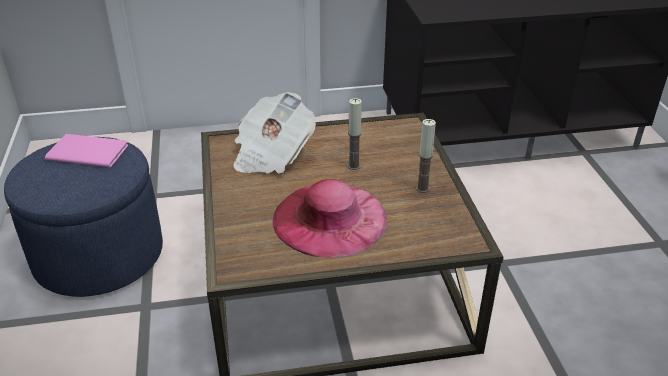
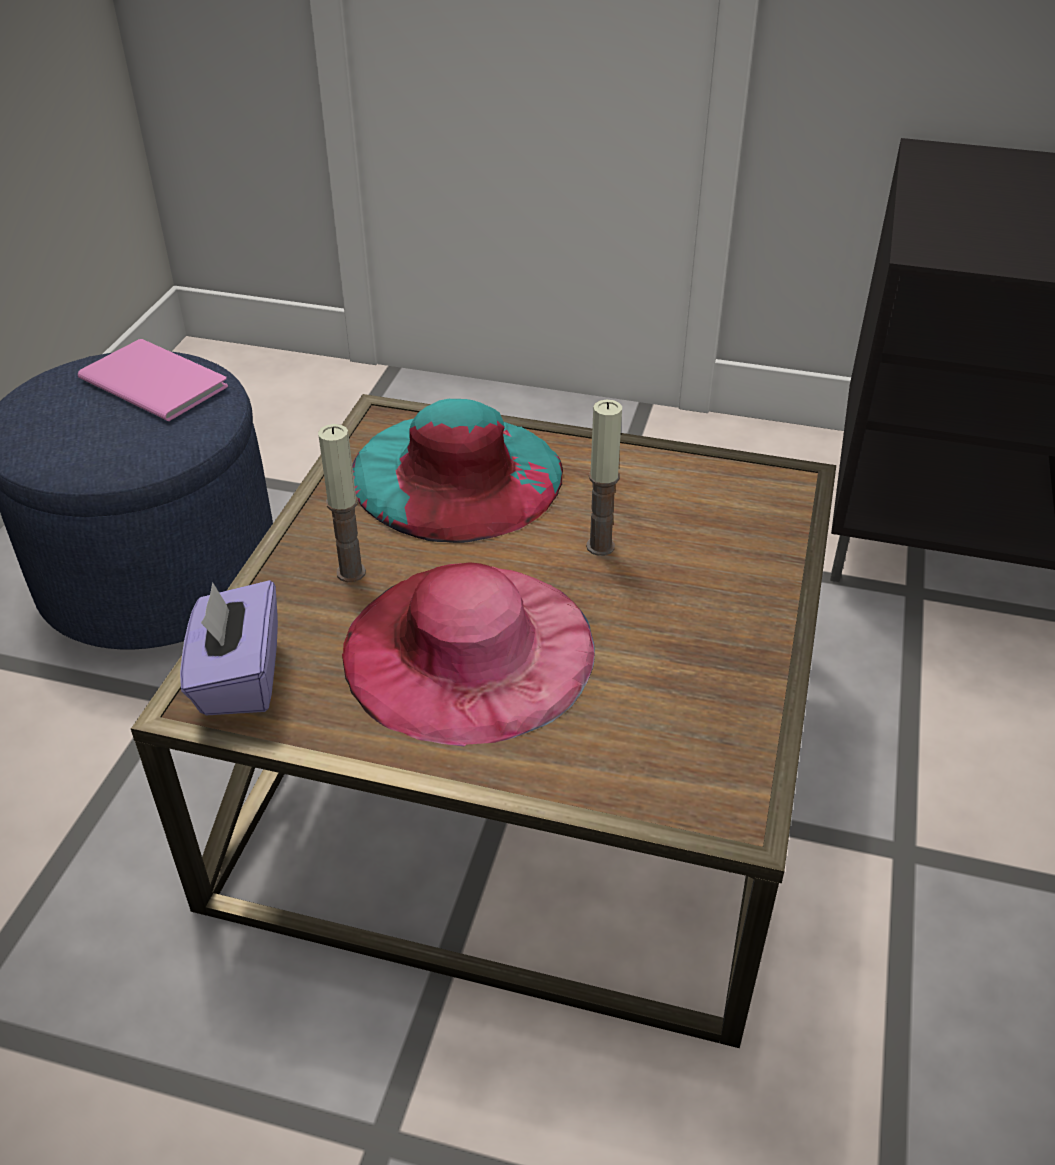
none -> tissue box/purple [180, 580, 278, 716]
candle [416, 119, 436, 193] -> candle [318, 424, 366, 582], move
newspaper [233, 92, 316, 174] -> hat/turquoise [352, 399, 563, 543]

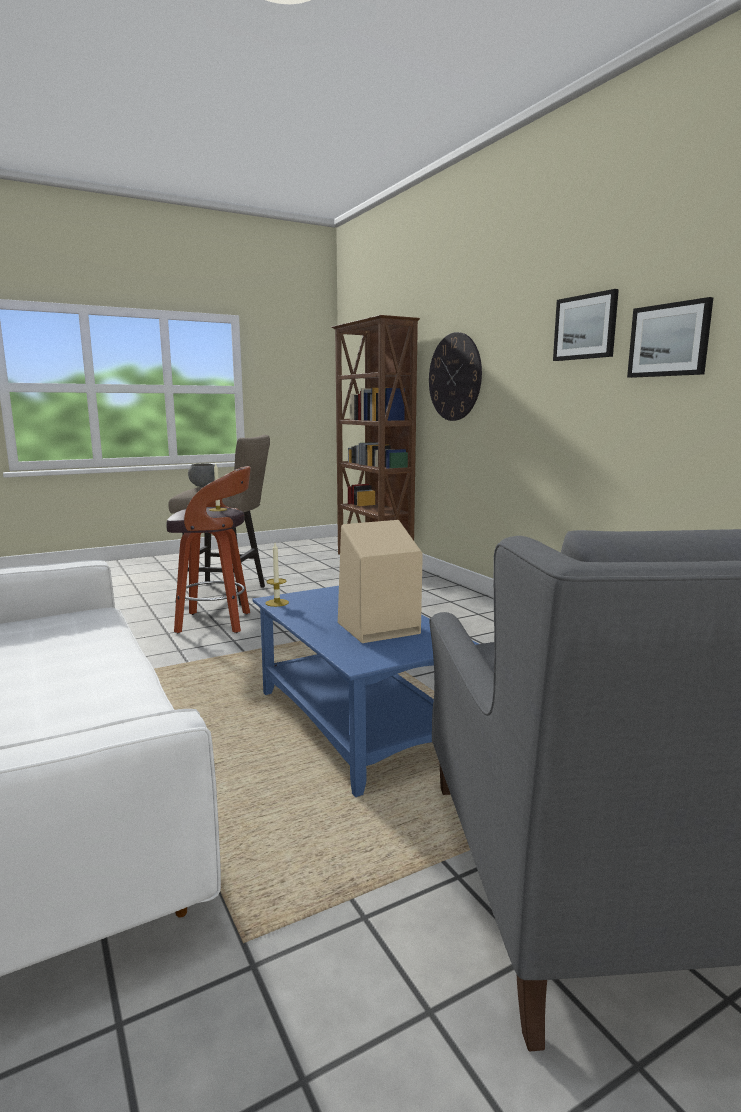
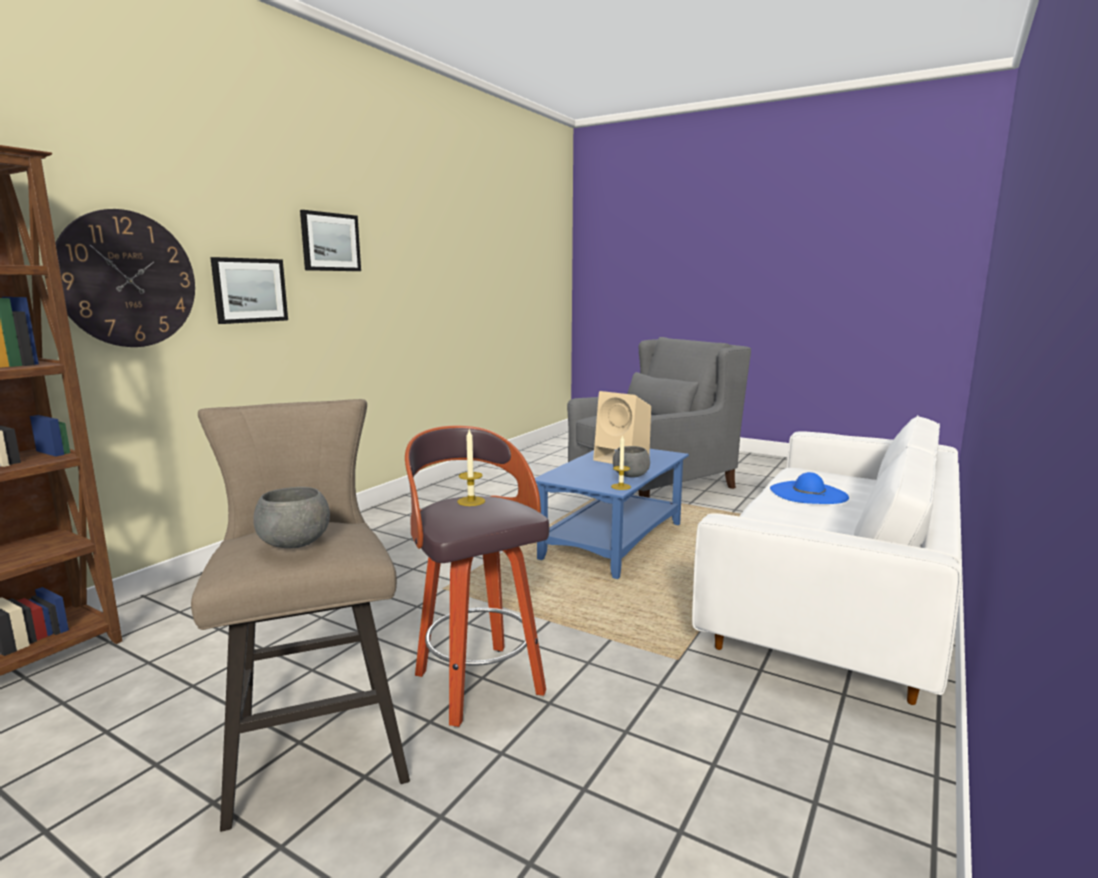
none -> bowl/grey [613, 446, 650, 478]
none -> hat/blue [770, 472, 849, 504]
picture [627, 297, 714, 378] -> picture [210, 257, 288, 324], move

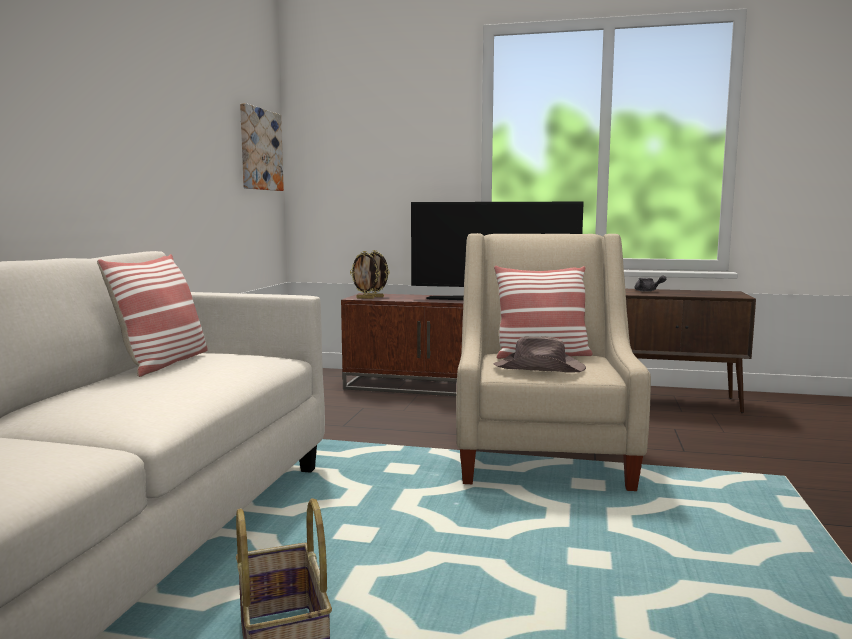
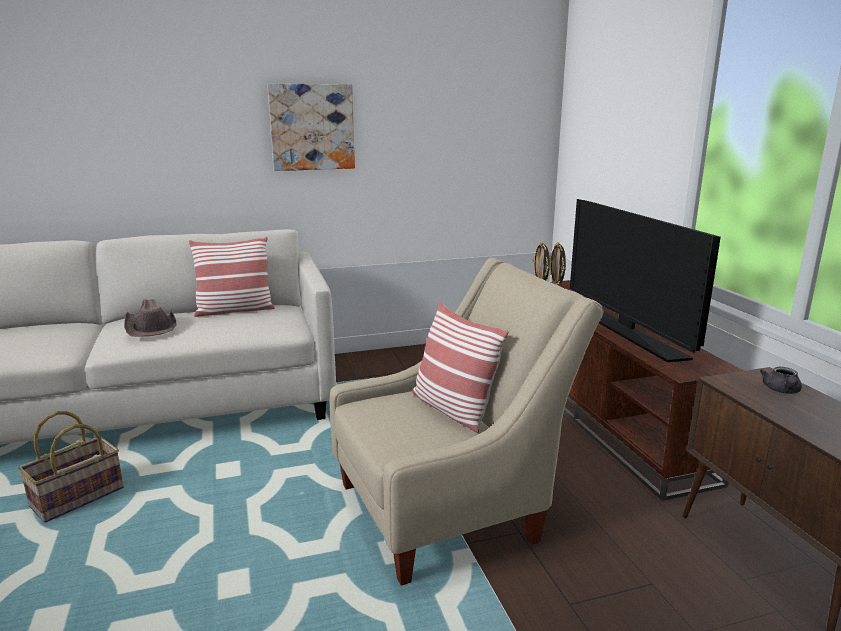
picture [240, 103, 284, 191] -> picture [267, 84, 355, 171], move
hat/brown [494, 337, 586, 373] -> hat/brown [124, 299, 176, 337], move

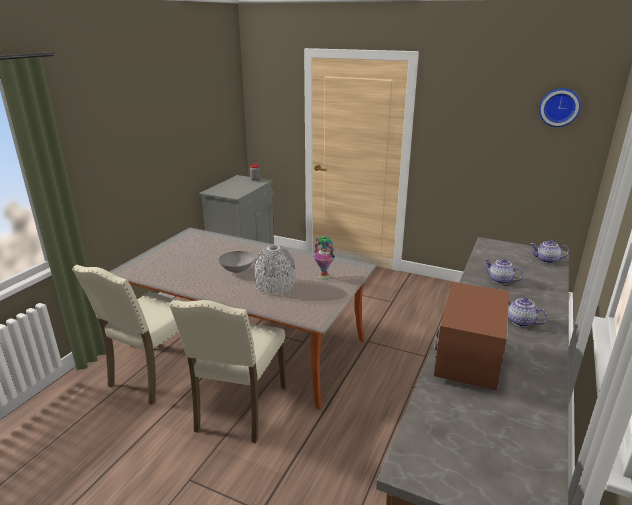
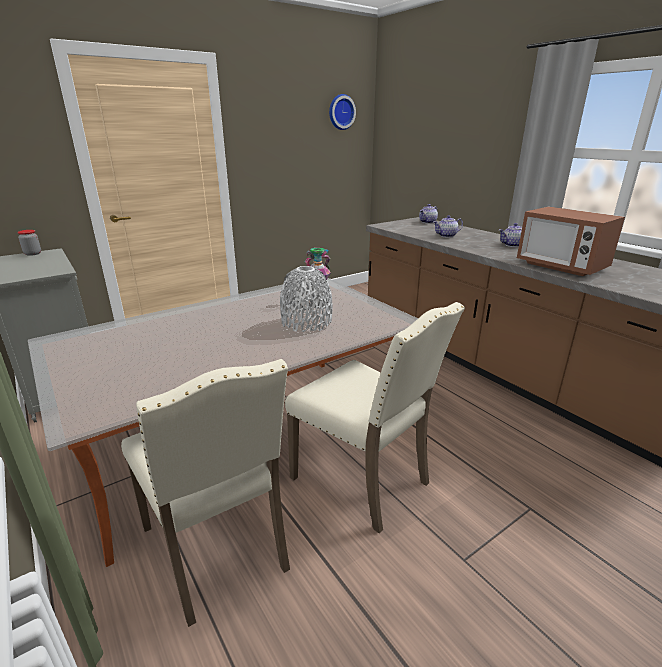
bowl/grey [219, 251, 255, 273] -> none

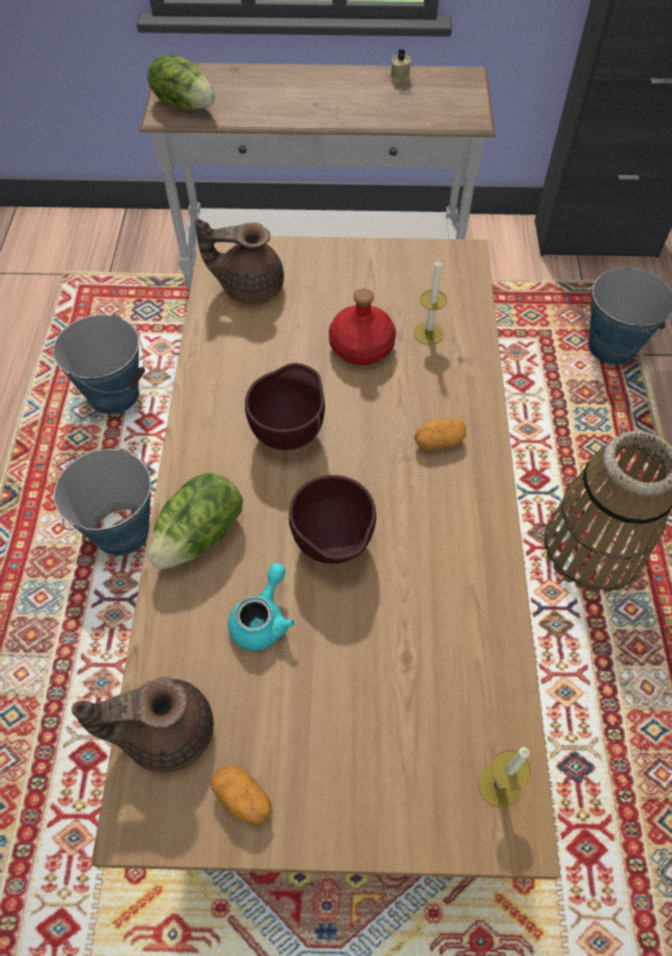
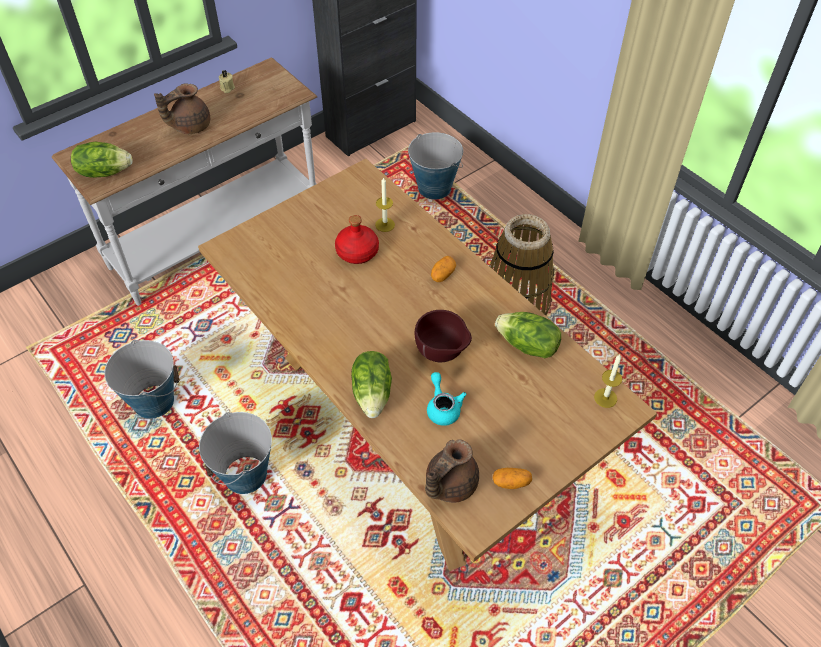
bowl/brown [245, 363, 325, 450] -> none
none -> lettuce [495, 312, 561, 358]
teapot/brown [195, 218, 284, 304] -> teapot/brown [154, 83, 210, 134], move

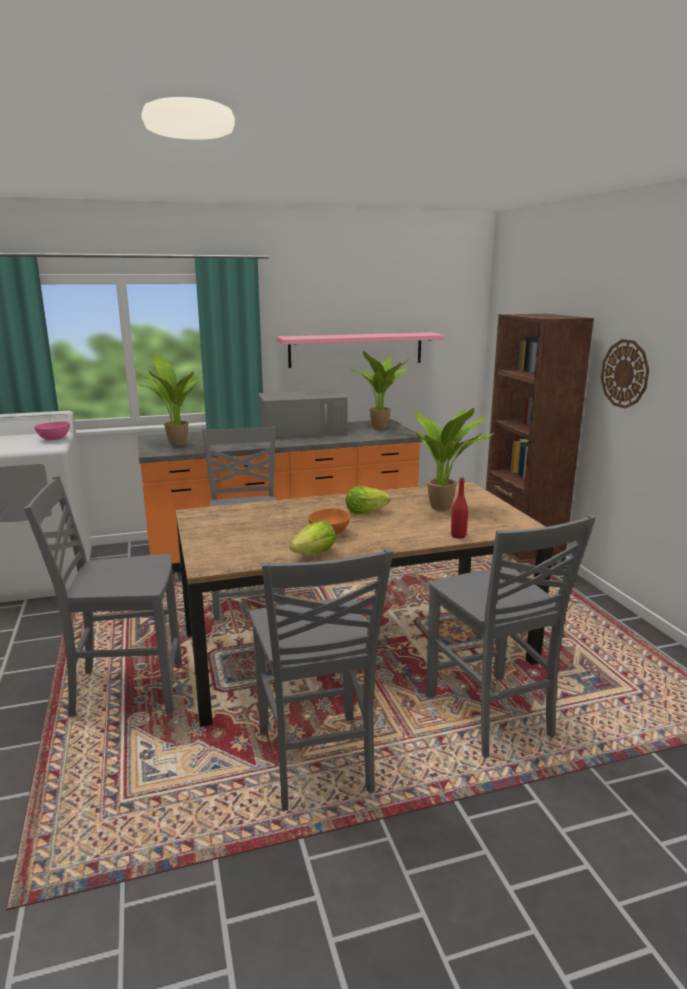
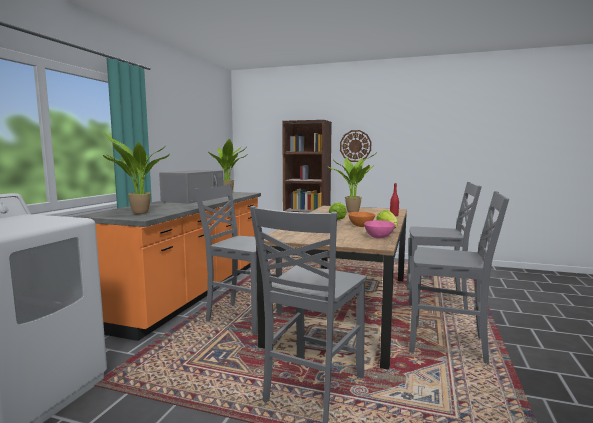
shelf/pink [276, 332, 445, 368] -> none
bowl/pink [34, 421, 70, 440] -> bowl/pink [364, 220, 395, 238], move

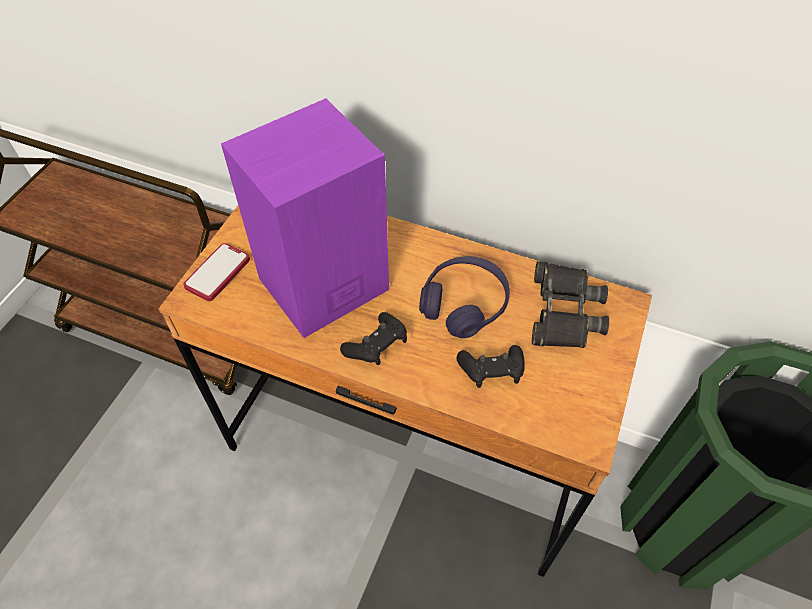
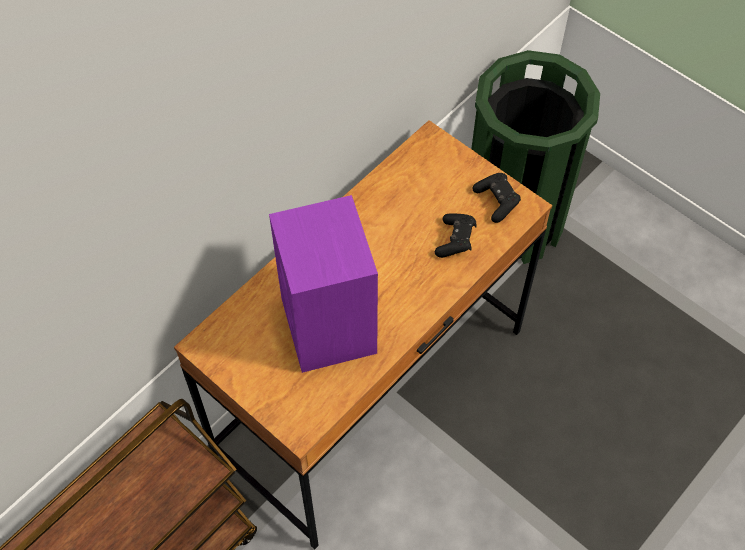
phone [183, 243, 250, 301] -> none
headphones/purple [419, 256, 510, 338] -> none
binoculars/black [532, 261, 609, 348] -> none
game controller/black [340, 312, 407, 365] -> game controller/black [473, 173, 521, 223], move

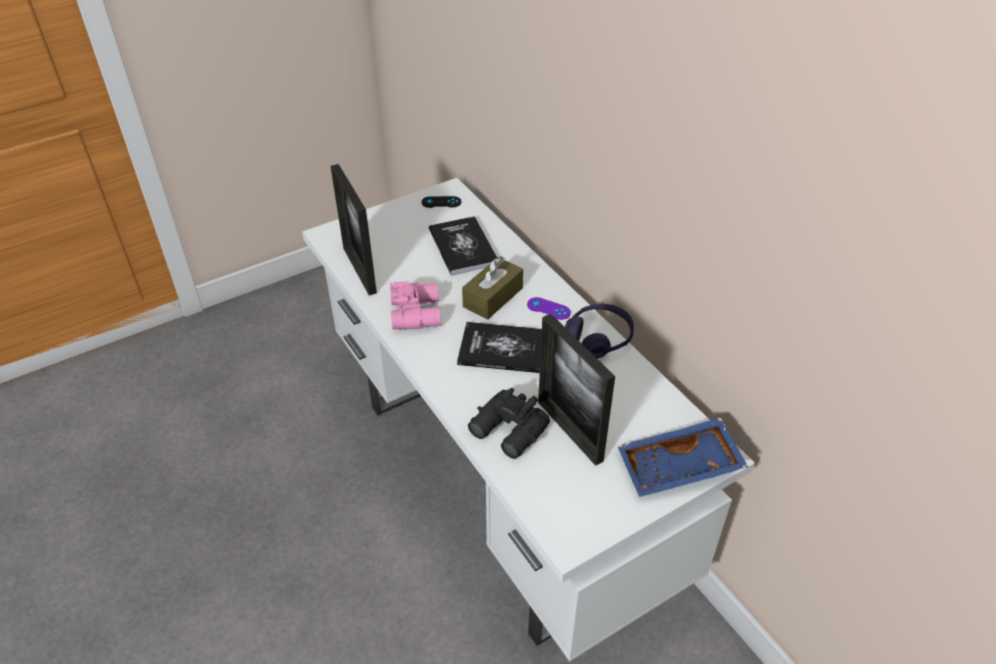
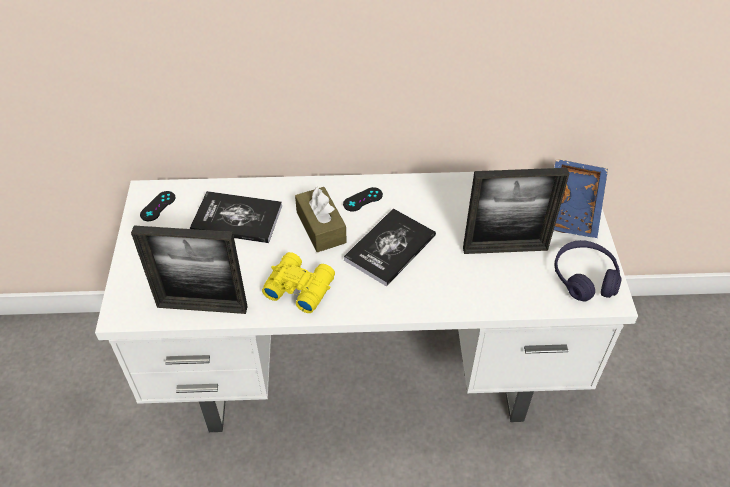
binoculars/black [468, 388, 550, 459] -> none
headphones/purple [565, 304, 634, 359] -> headphones/purple [555, 240, 622, 302], move
binoculars/pink [390, 281, 441, 330] -> binoculars/yellow [262, 252, 335, 313]
game controller/purple [527, 297, 571, 320] -> game controller/black [343, 187, 383, 212]

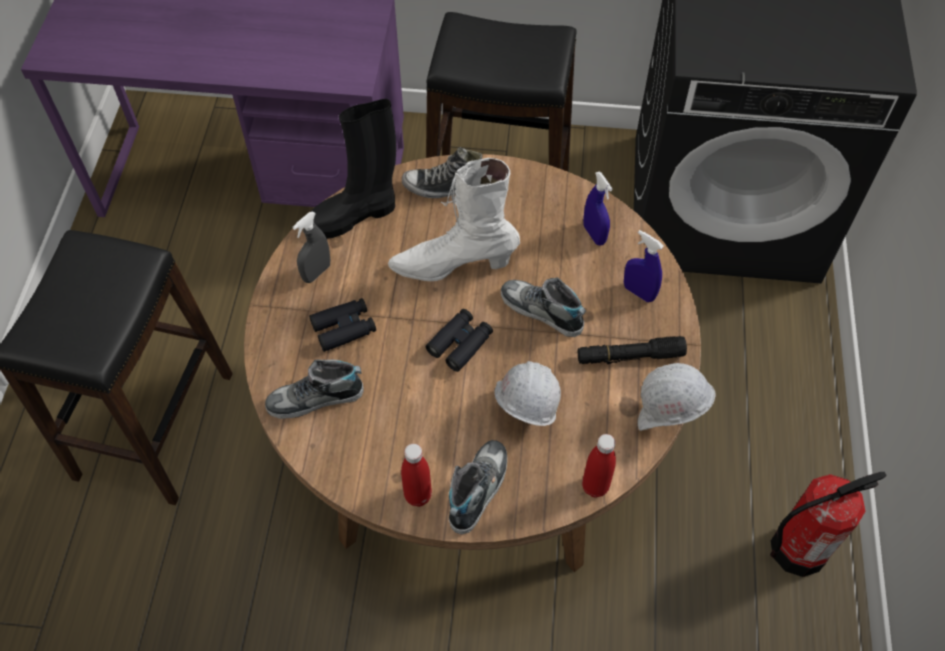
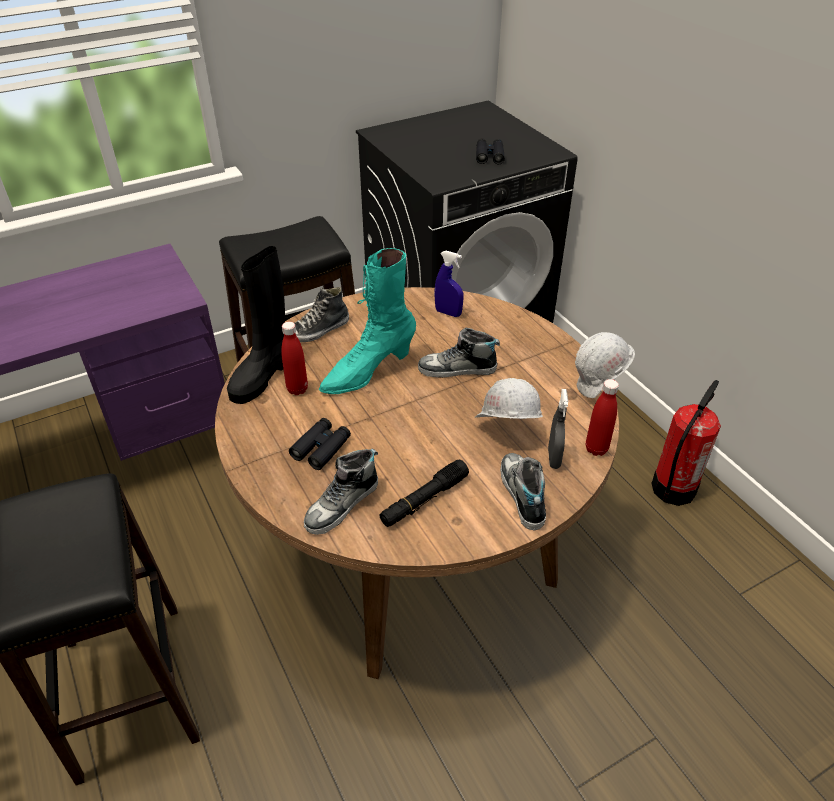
spray bottle/blue [624, 230, 664, 302] -> none
spray bottle/grey [293, 211, 330, 283] -> spray bottle/grey [548, 389, 568, 469], move
bottle/red [401, 444, 432, 507] -> bottle/red [281, 322, 308, 395], move
binoculars/black [426, 309, 493, 372] -> binoculars/black [476, 139, 505, 164], move
flashlight/black [578, 336, 687, 364] -> flashlight/black [380, 459, 469, 527], move
boot/white [388, 158, 520, 281] -> boot/turquoise [319, 248, 416, 394]

